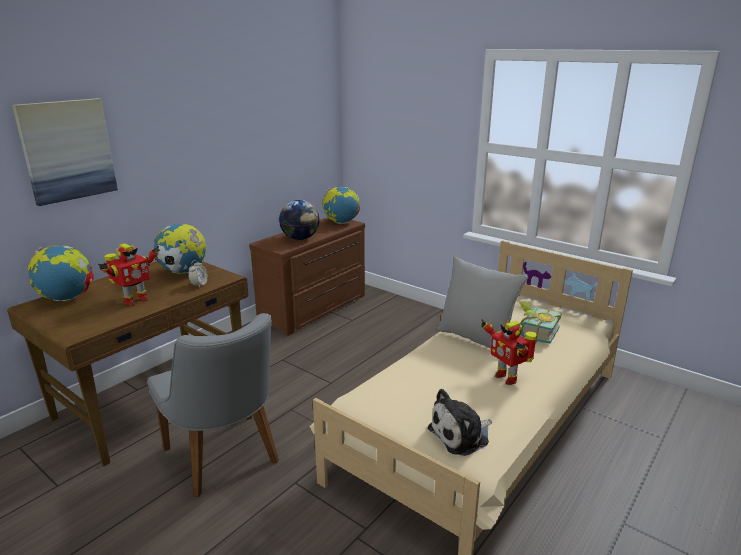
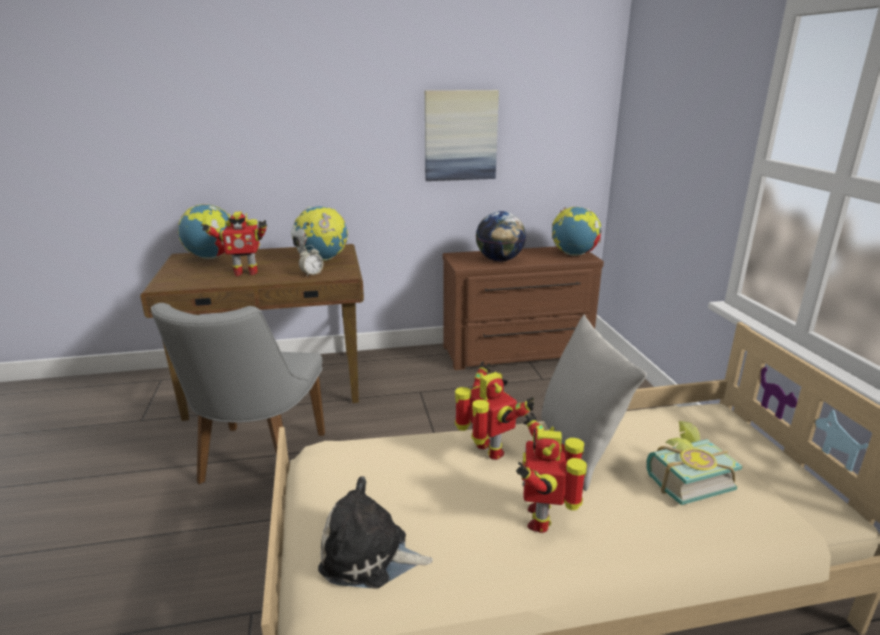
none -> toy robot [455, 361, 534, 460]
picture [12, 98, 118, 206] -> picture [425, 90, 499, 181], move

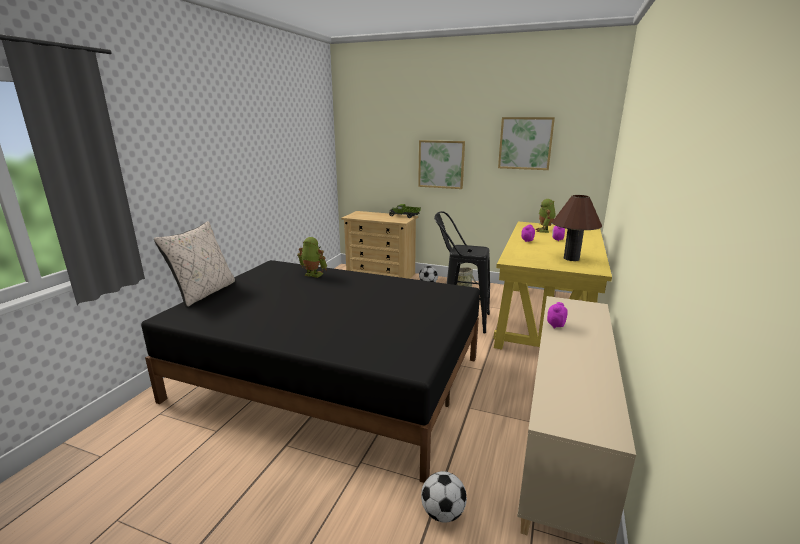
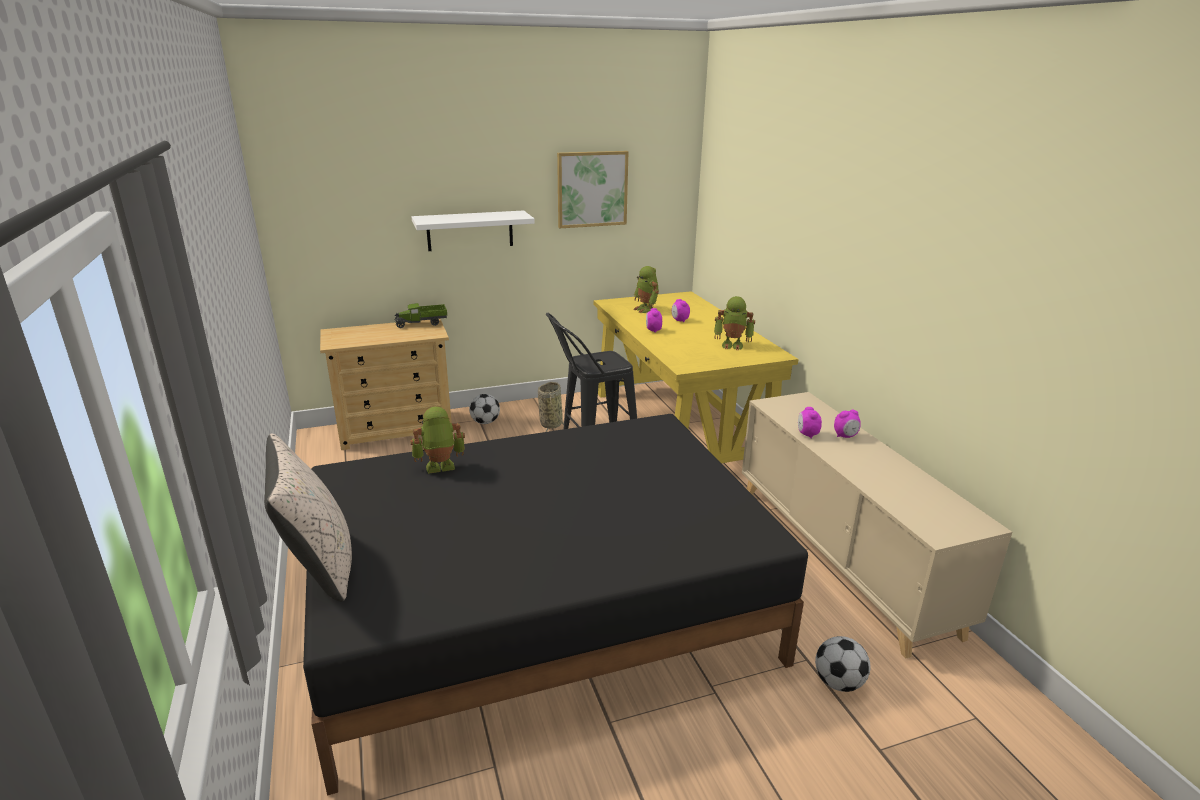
none -> alarm clock [834, 409, 861, 438]
picture [418, 140, 465, 189] -> shelf/white [412, 210, 535, 251]
table lamp/brown [552, 195, 602, 261] -> toy robot [714, 296, 755, 351]

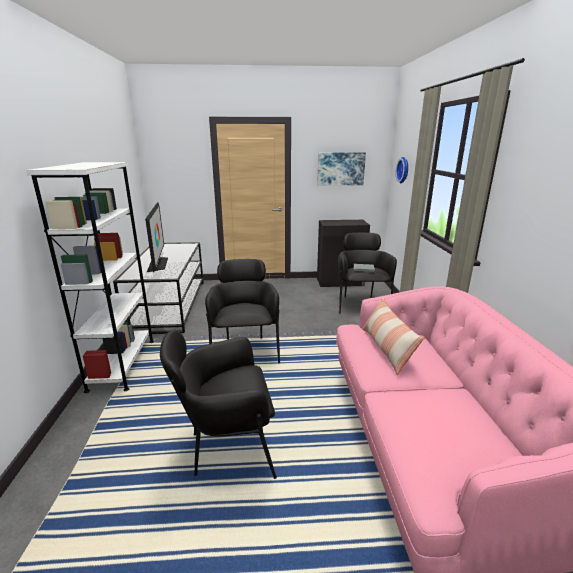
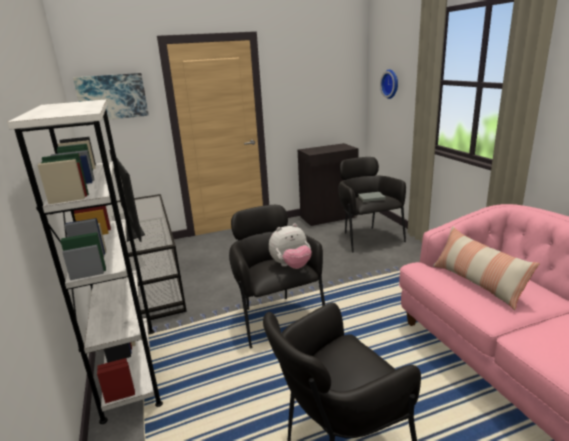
none -> plush toy [269, 223, 312, 269]
picture [317, 152, 366, 186] -> picture [73, 73, 149, 120], move

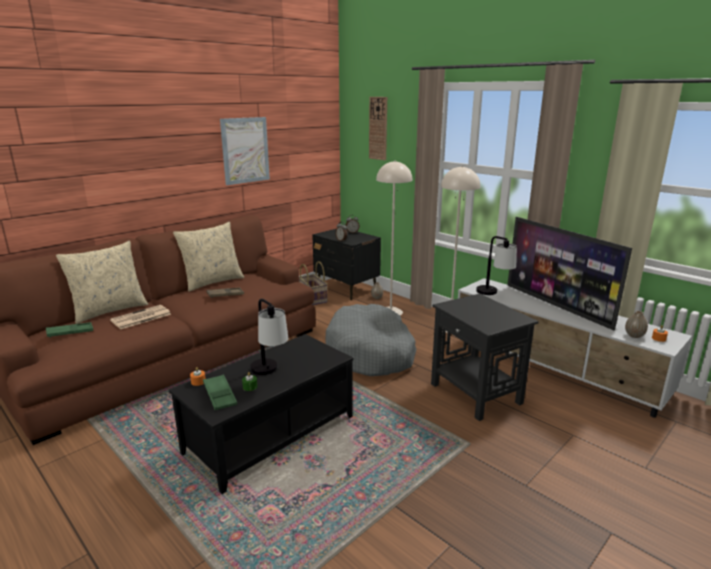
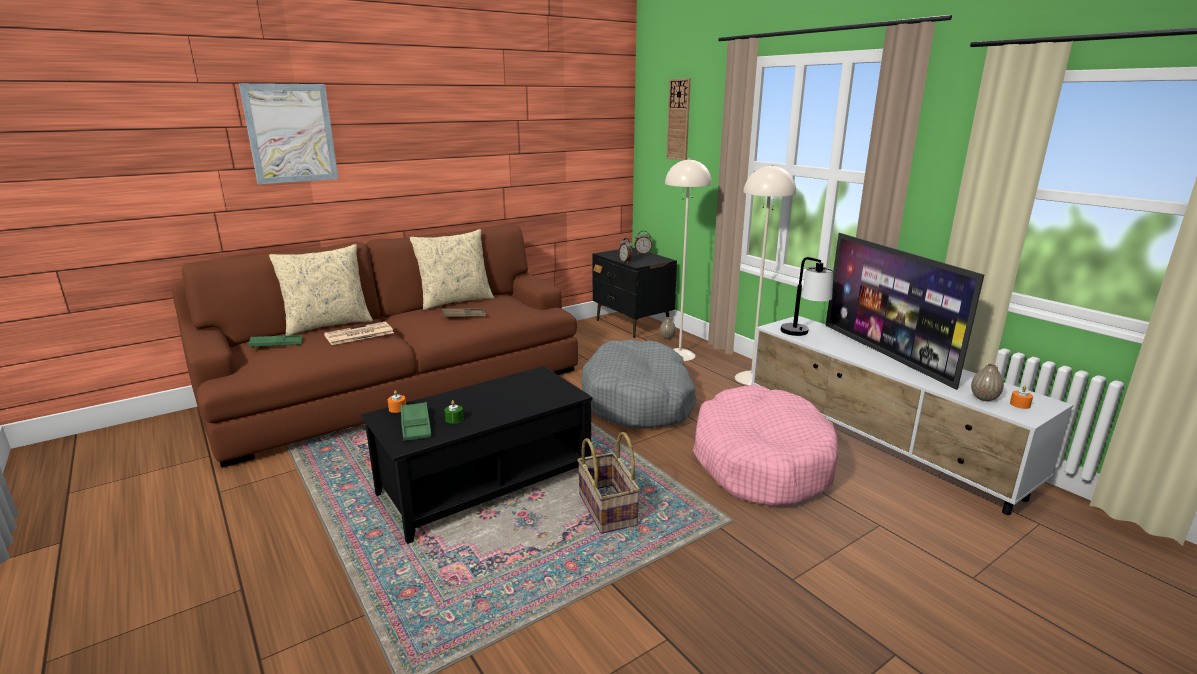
table lamp [250, 299, 289, 375] -> none
picture [220, 117, 270, 185] -> picture [239, 83, 338, 184], move
basket [299, 261, 328, 305] -> basket [577, 432, 640, 533], move
side table/black [431, 294, 539, 421] -> dog bed/pink [693, 385, 838, 507]

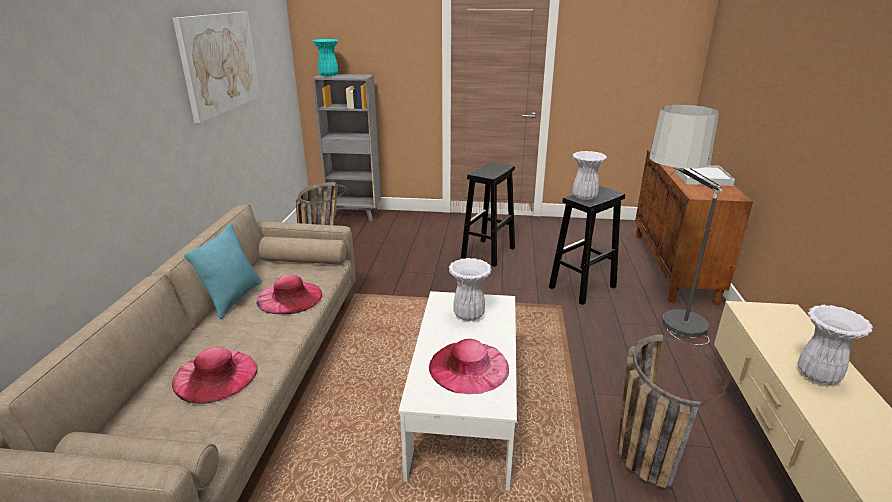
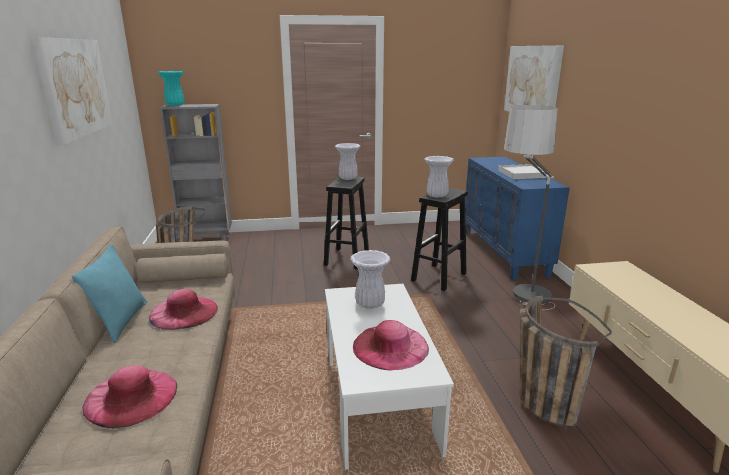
none -> picture [504, 45, 564, 112]
vase/white [798, 305, 873, 385] -> vase/white [335, 143, 360, 180], move
cabinet/brown [635, 150, 753, 305] -> cabinet/blue [465, 157, 570, 280]

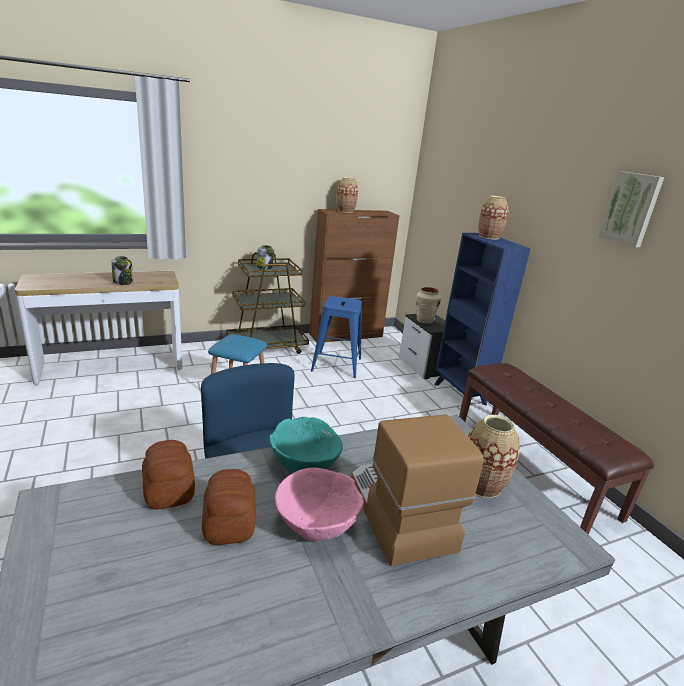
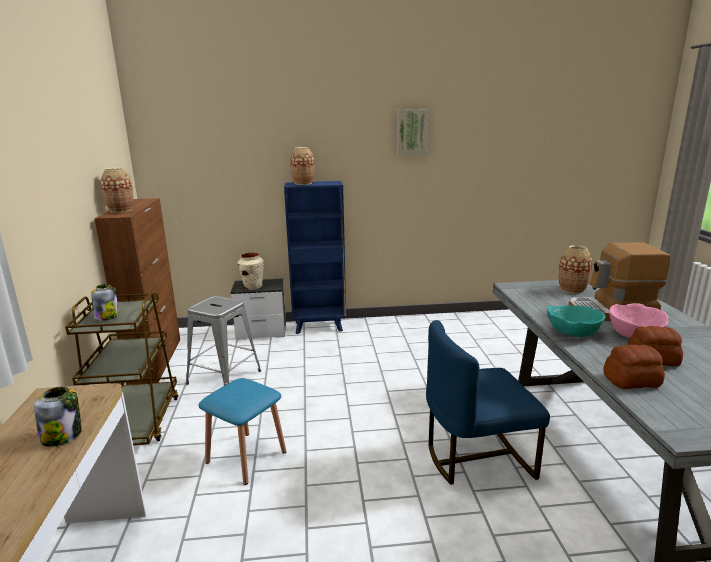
bench/brown [459, 363, 654, 534] -> none
stool/blue [311, 296, 362, 378] -> stool/grey [186, 296, 261, 386]

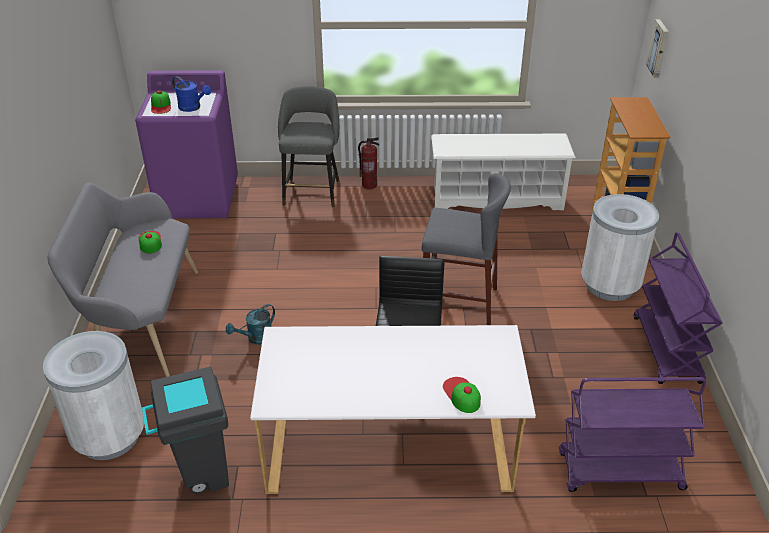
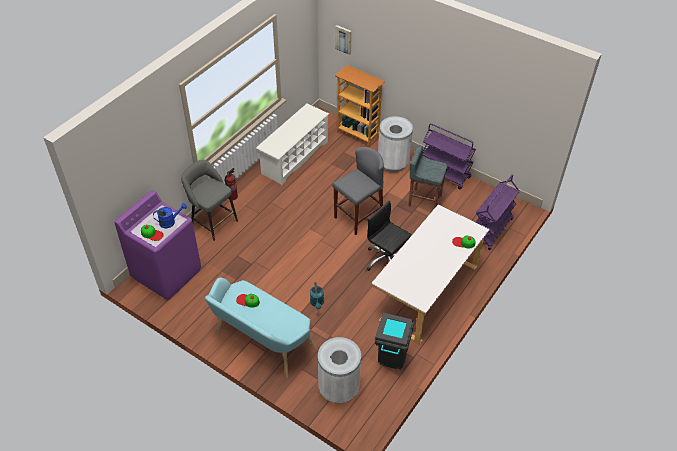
none -> stool/grey [408, 145, 448, 209]
bench/grey [48, 183, 198, 377] -> bench/turquoise [205, 278, 317, 379]

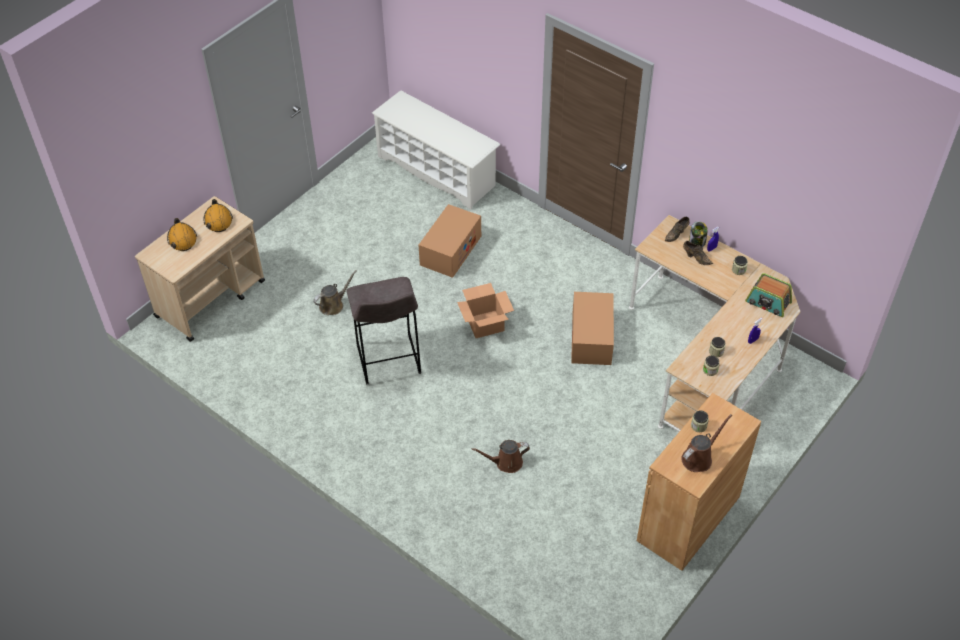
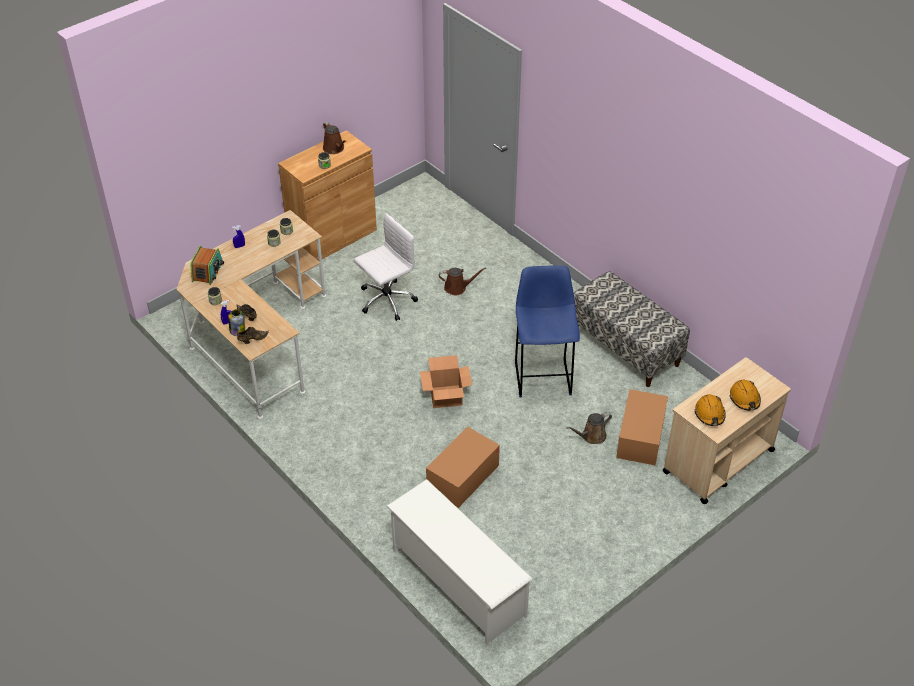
none -> office chair/white [354, 213, 418, 321]
none -> bench [574, 271, 690, 387]
cardboard box [571, 292, 614, 365] -> cardboard box [616, 389, 668, 465], move
stool/grey [347, 277, 421, 385] -> stool/blue [515, 266, 580, 398]
watering can/brown [681, 414, 732, 472] -> watering can/brown [323, 122, 346, 154], 90 degrees counterclockwise
radio [745, 273, 792, 317] -> radio [190, 246, 224, 285], 60 degrees clockwise

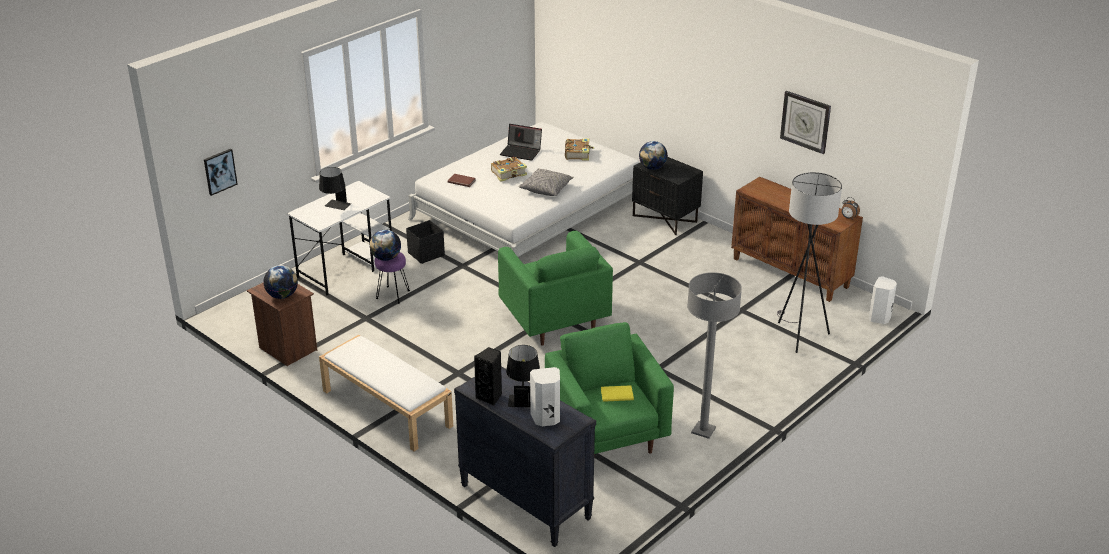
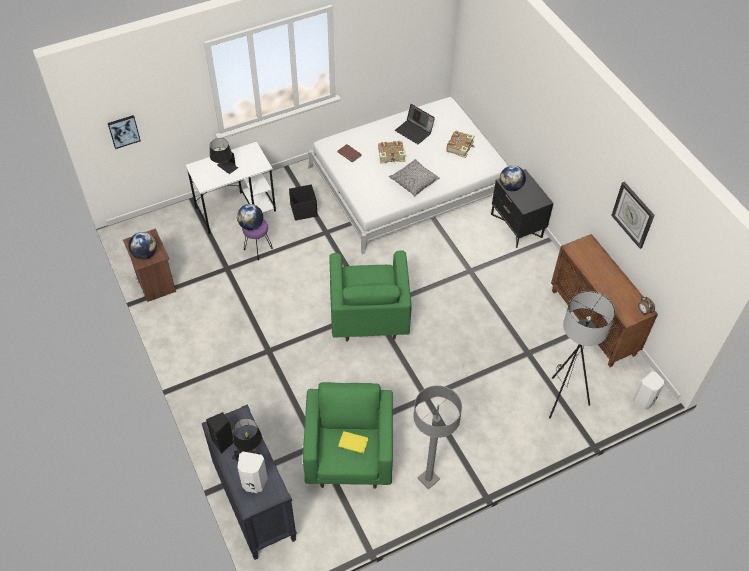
bench/white [319, 335, 453, 451] -> none

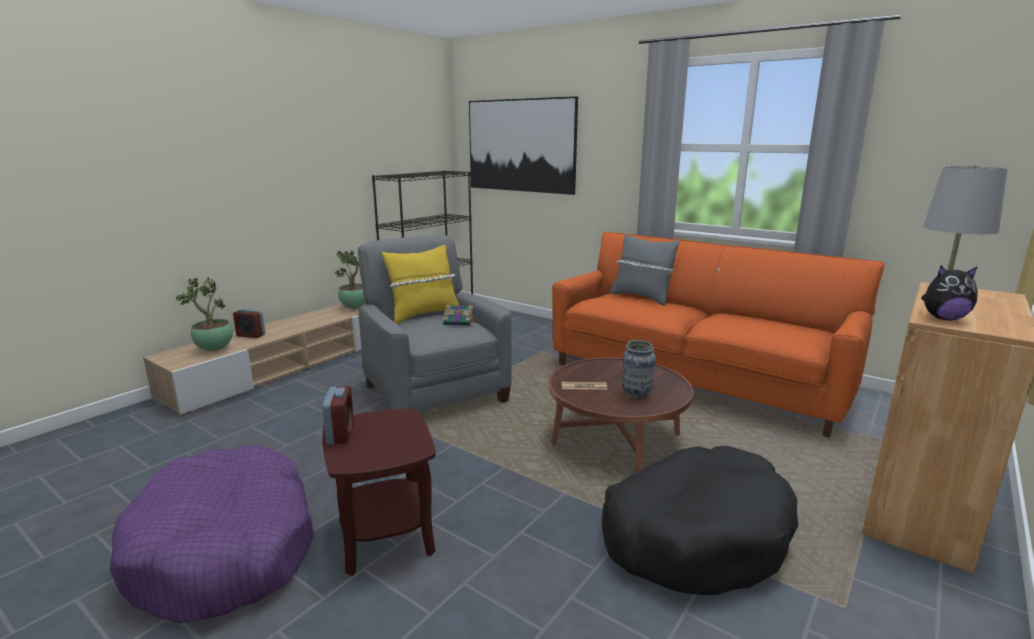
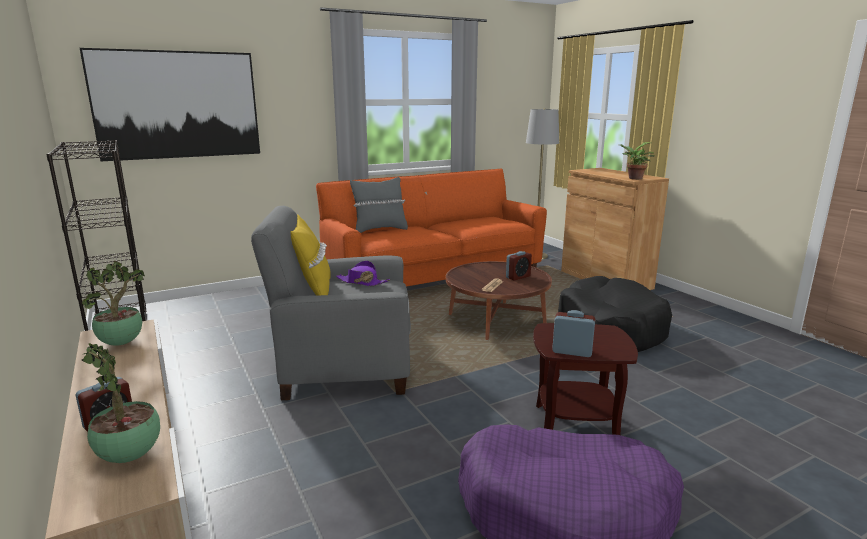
book [443, 305, 476, 326] -> hat/purple [336, 261, 390, 286]
vase [622, 340, 656, 399] -> alarm clock [506, 251, 532, 280]
plush toy [921, 266, 978, 320] -> potted plant [620, 142, 654, 180]

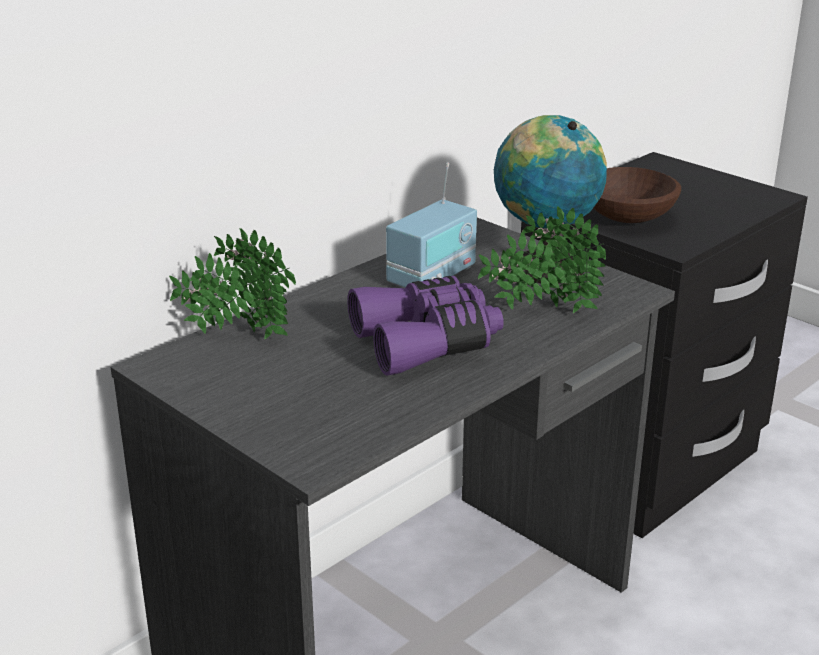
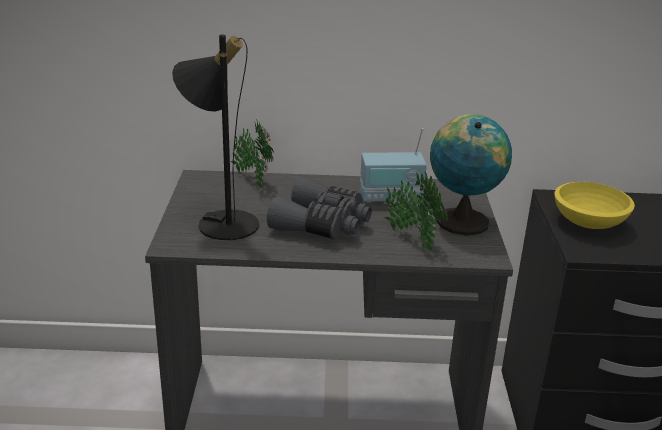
none -> table lamp/black [172, 35, 259, 240]
binoculars/purple [347, 276, 504, 376] -> binoculars/grey [267, 177, 372, 239]
bowl/brown [593, 167, 681, 223] -> bowl/yellow [554, 182, 635, 229]

